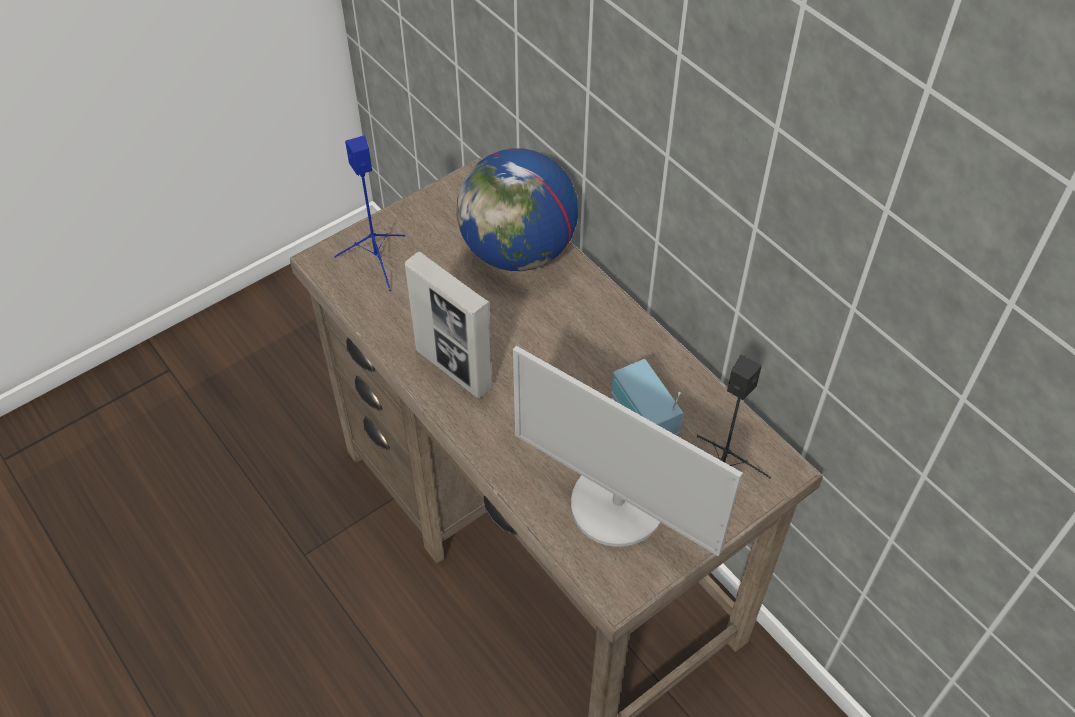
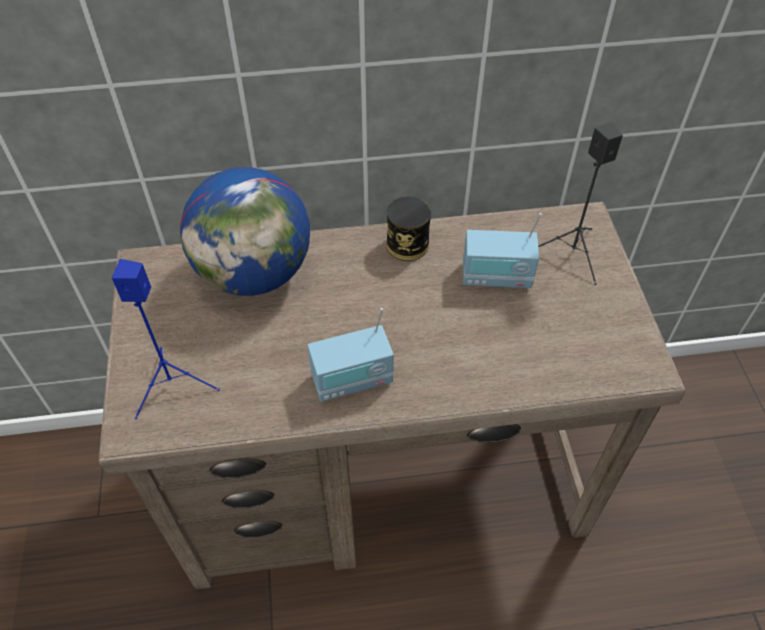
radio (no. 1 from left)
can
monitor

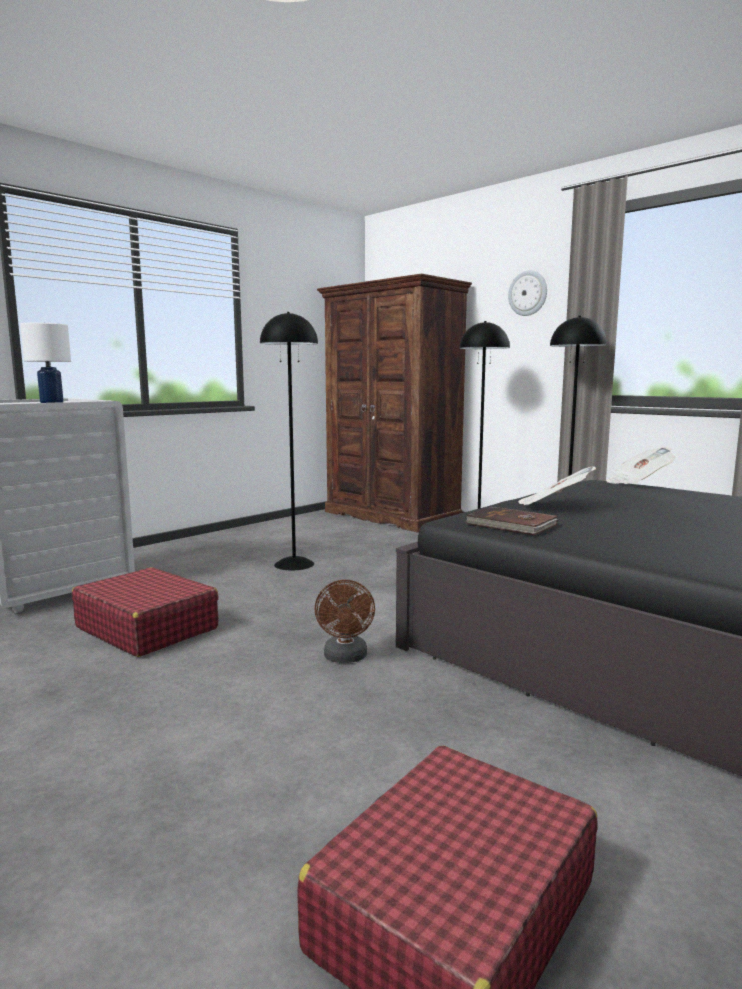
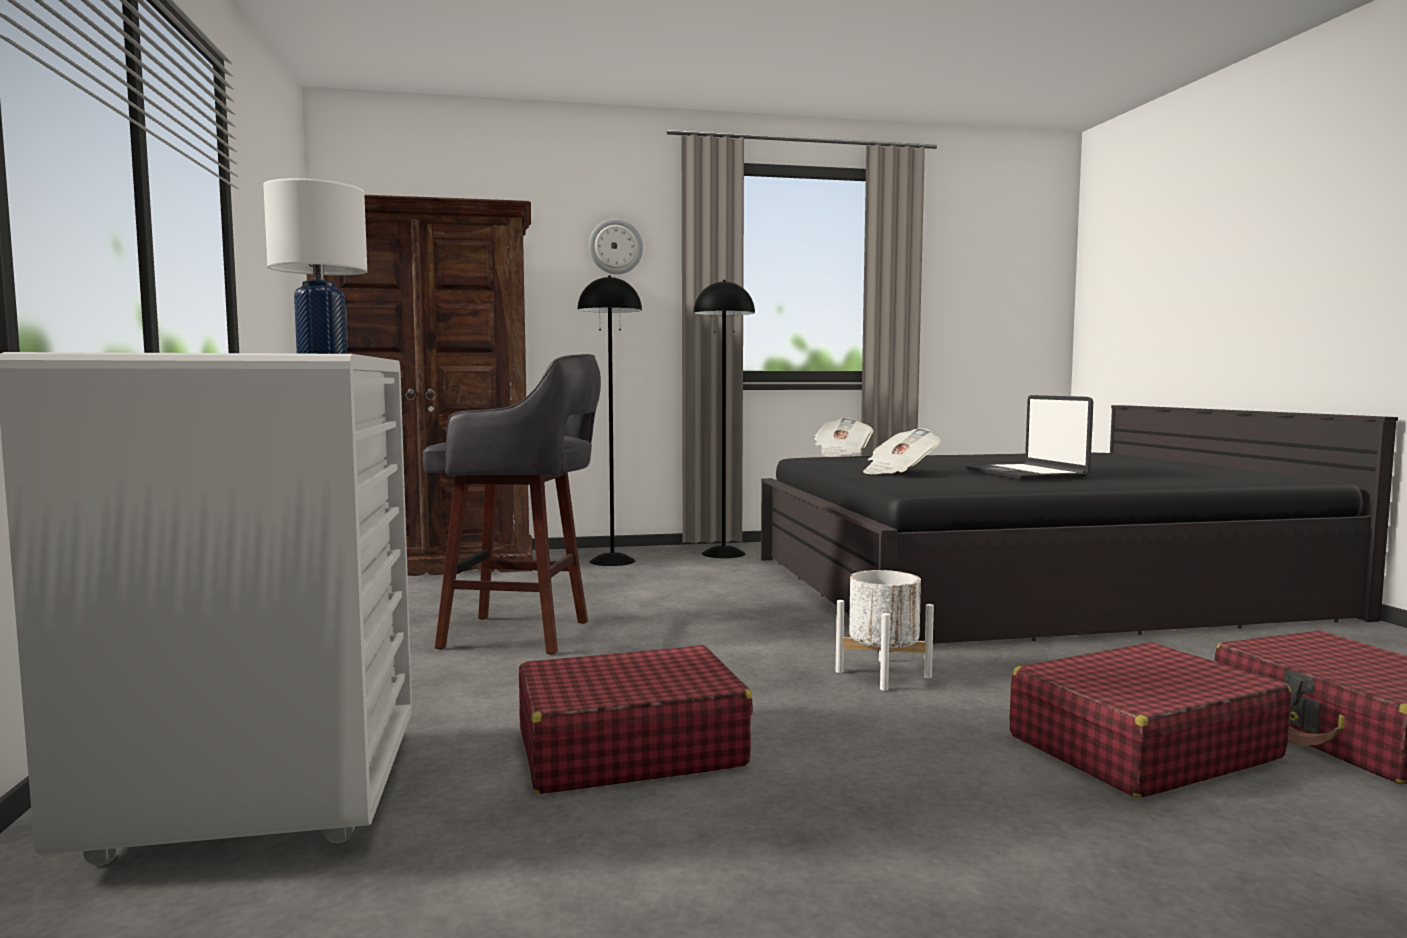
stool/grey
planter/white
laptop
suitcase/red (no. 2 from left)
book/brown

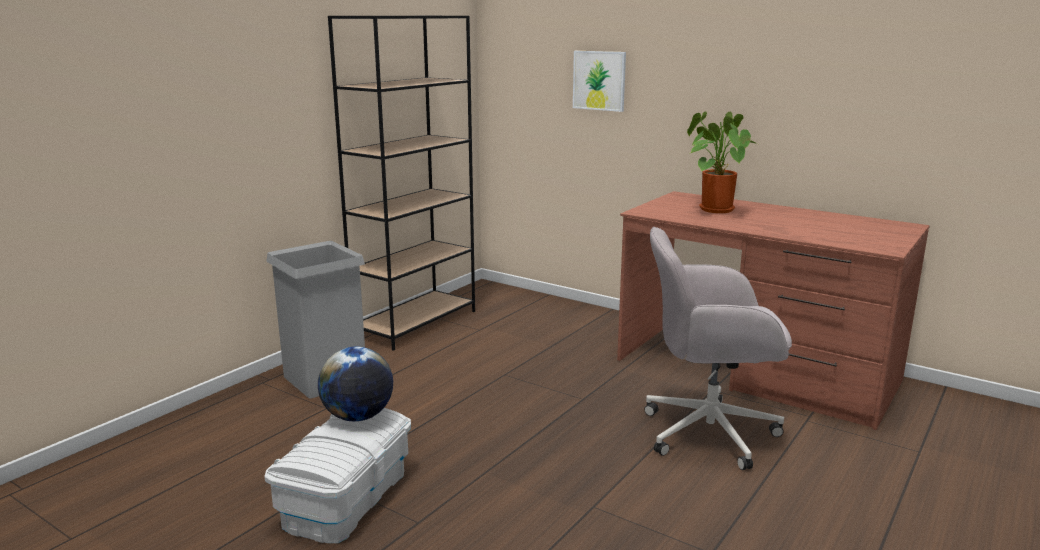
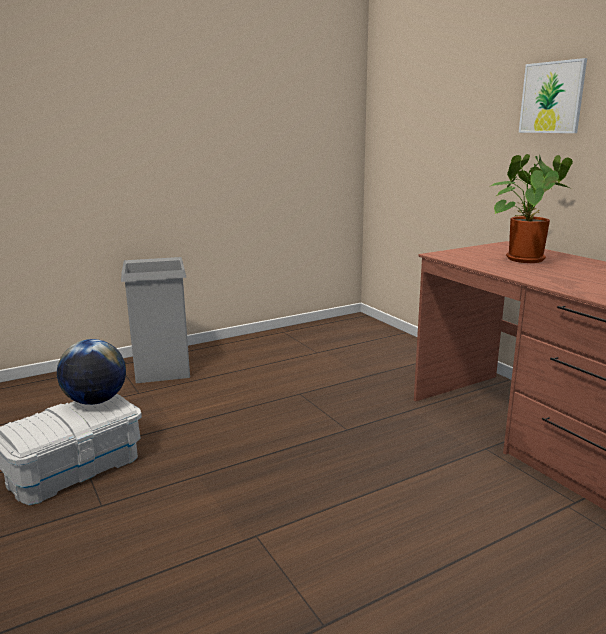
picture
bookcase/beige
office chair/grey

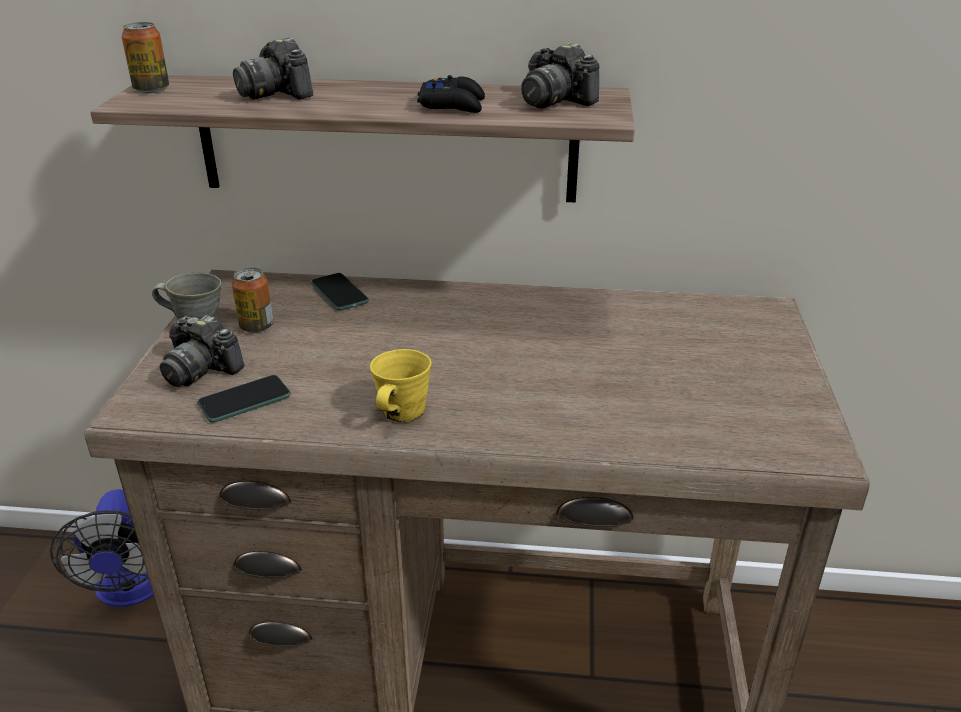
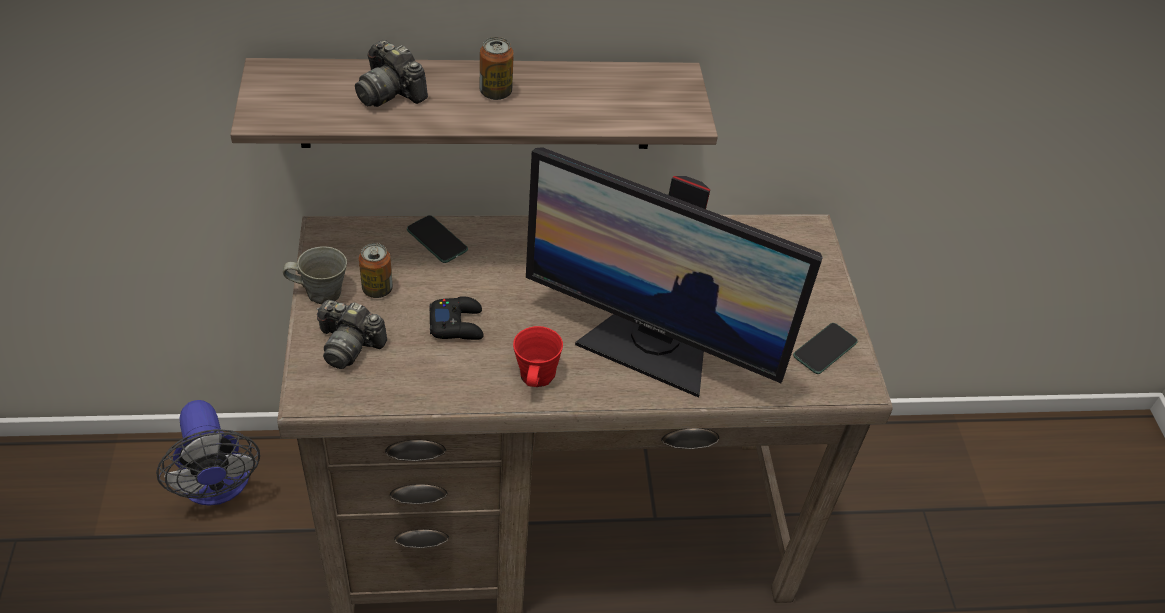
game controller/black
can (no. 2 from left)
mug/red
monitor
phone (no. 2 from left)
photo camera (no. 3 from left in the first image)

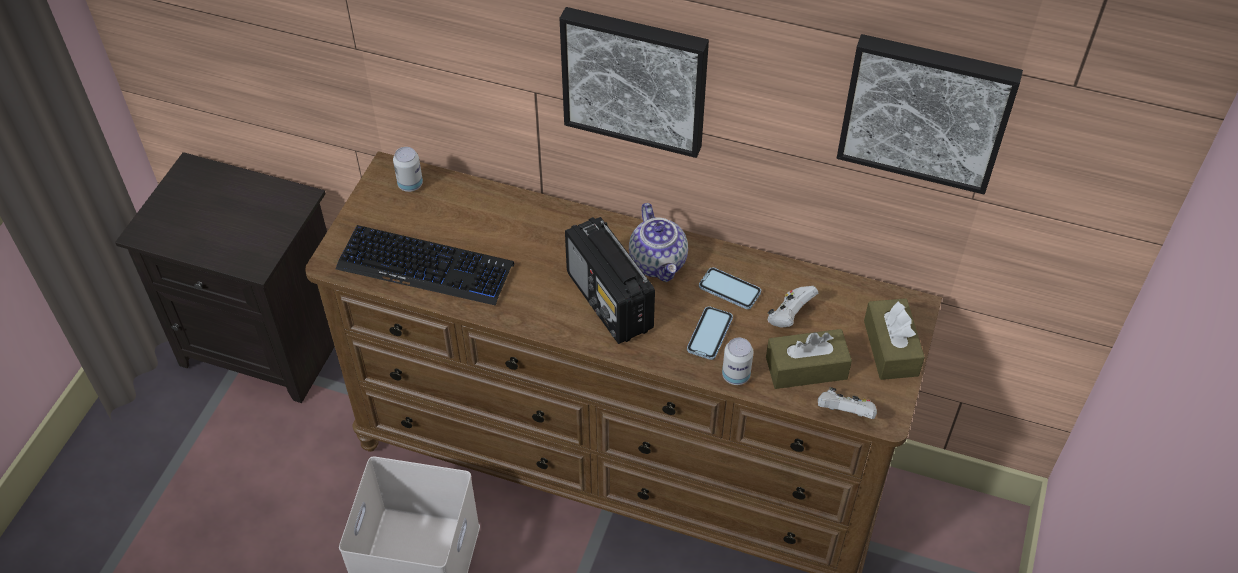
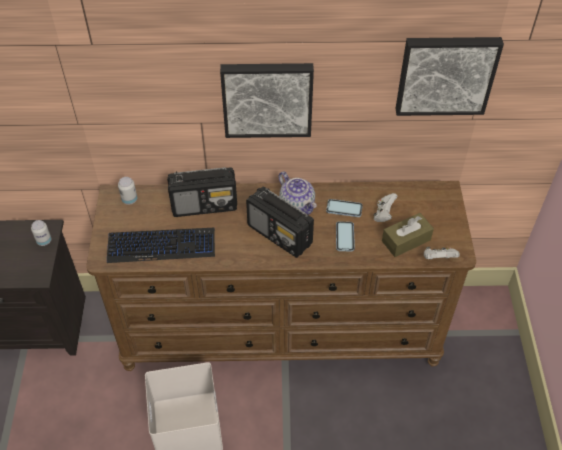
can (no. 1 from left)
radio (no. 1 from left)
tissue box/brown (no. 2 from left in the first image)

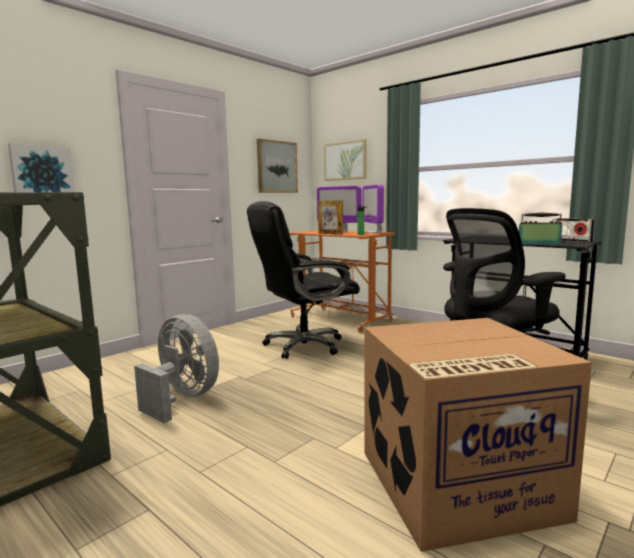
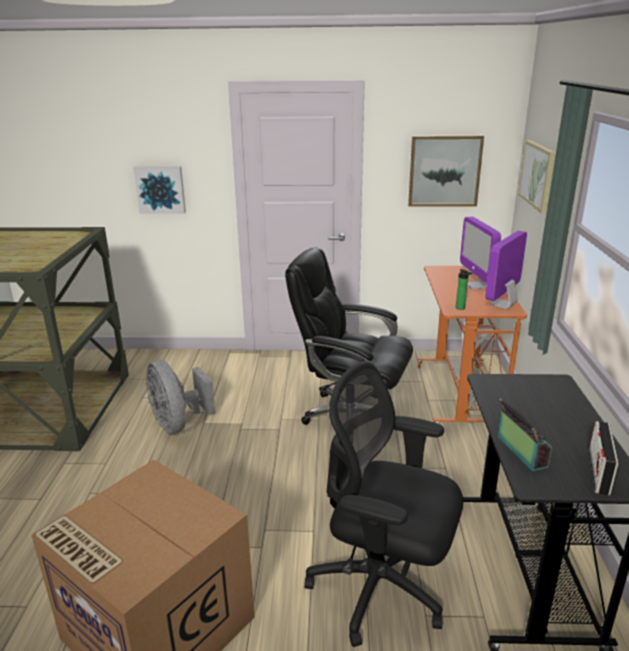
fan/grey
picture frame

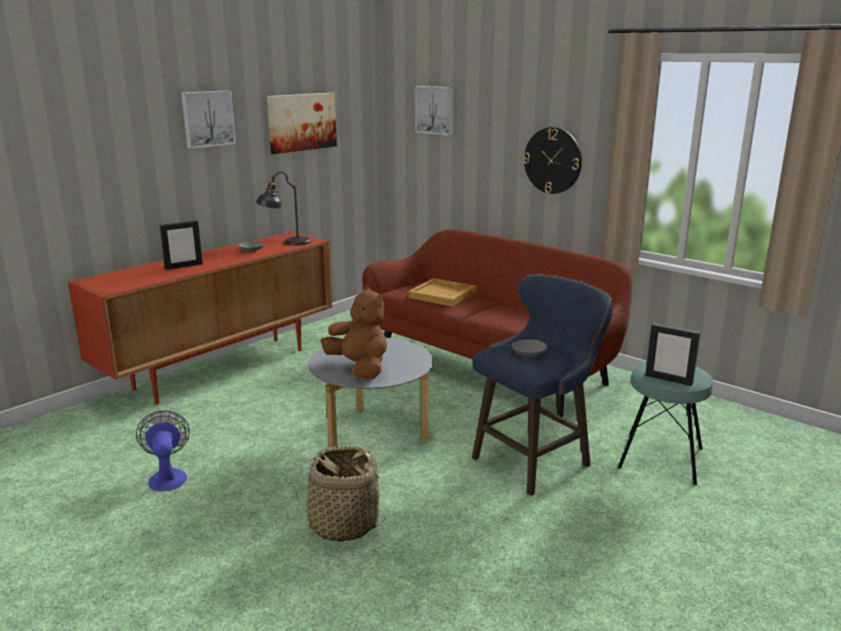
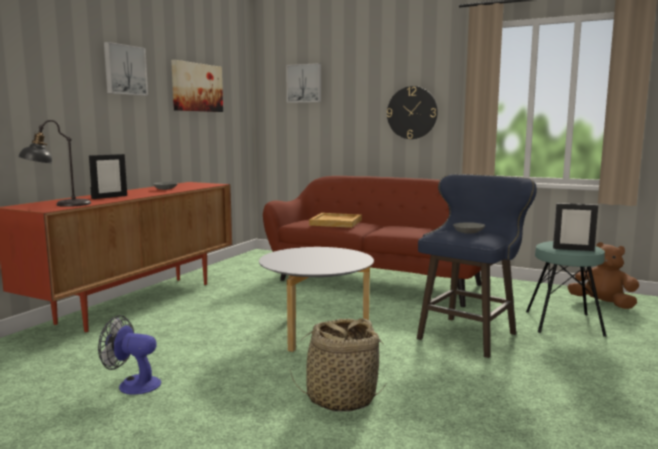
table lamp/grey
fan
plush toy/brown

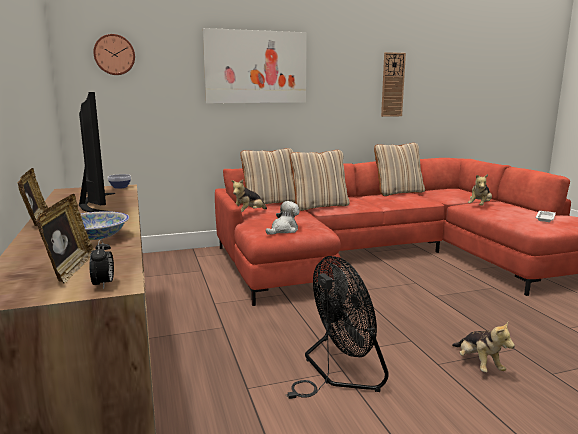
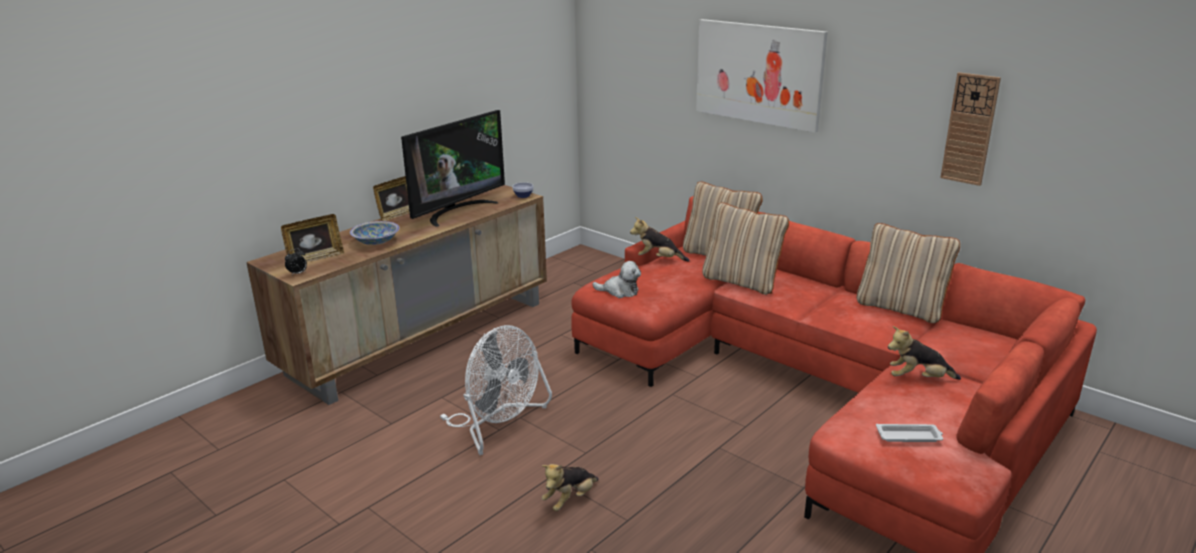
fan/white
wall clock (no. 1 from left in the first image)

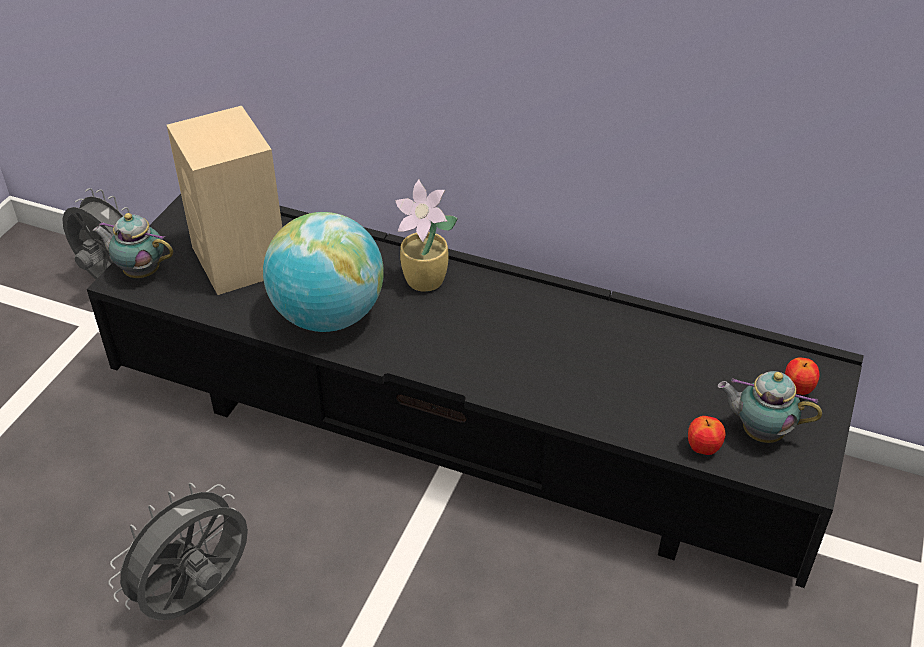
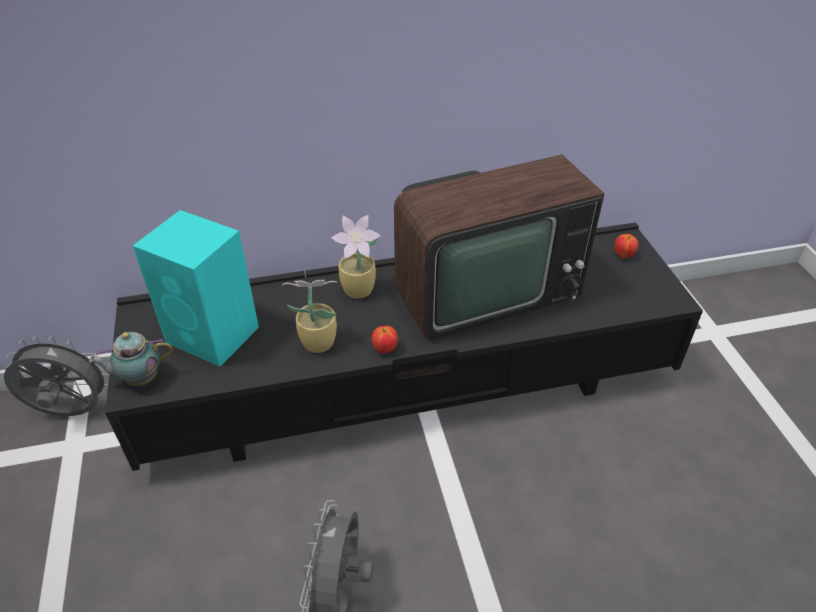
speaker/turquoise
potted plant (no. 1 from left)
apple (no. 1 from left)
television
teapot (no. 2 from left in the first image)

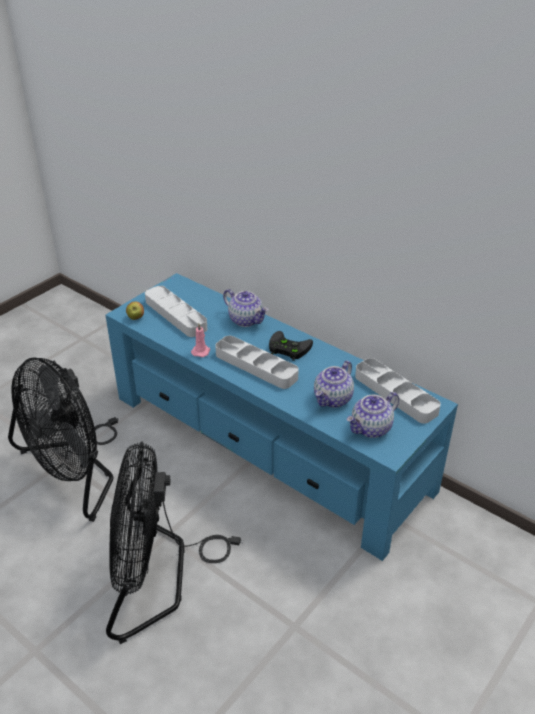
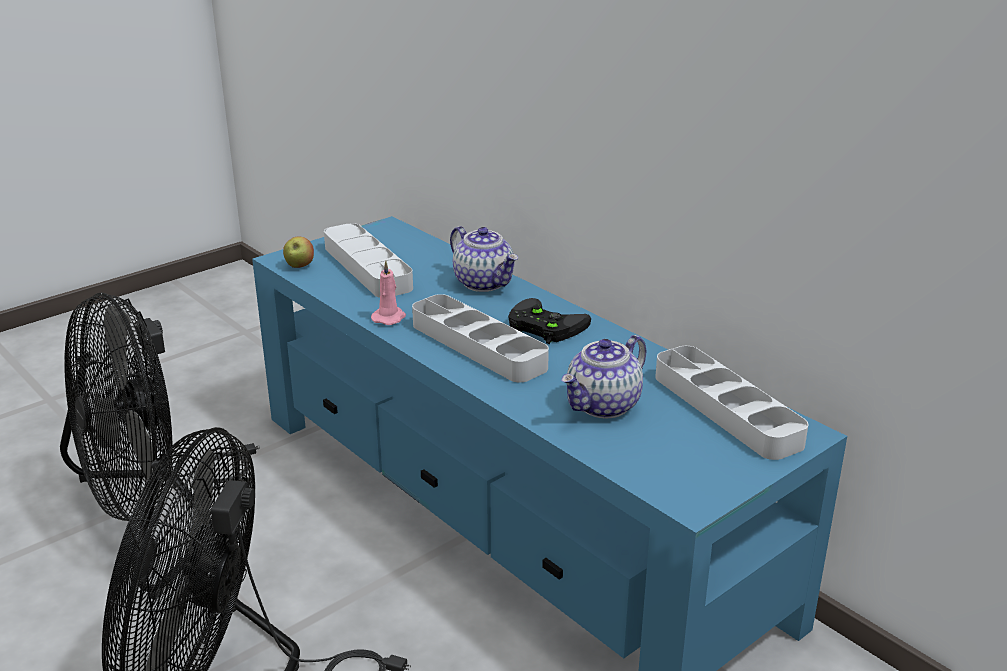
teapot (no. 3 from left in the first image)

